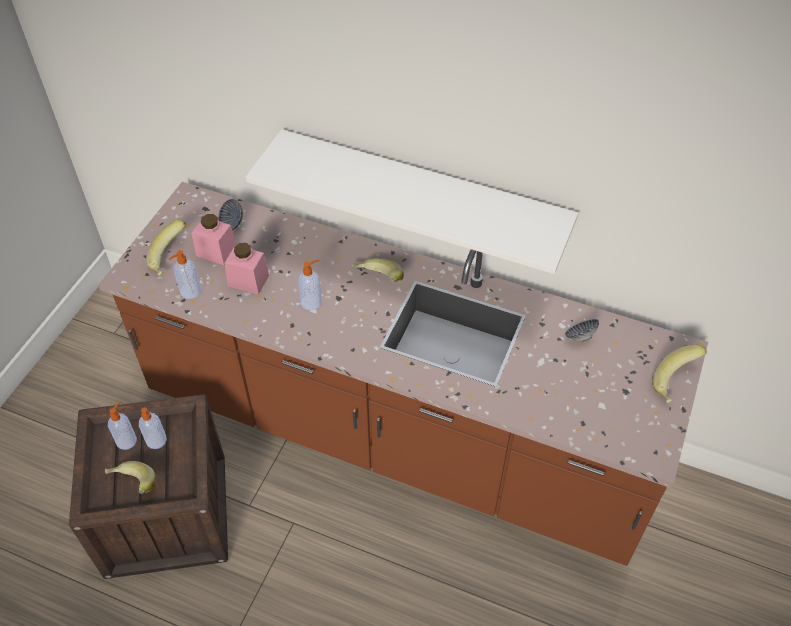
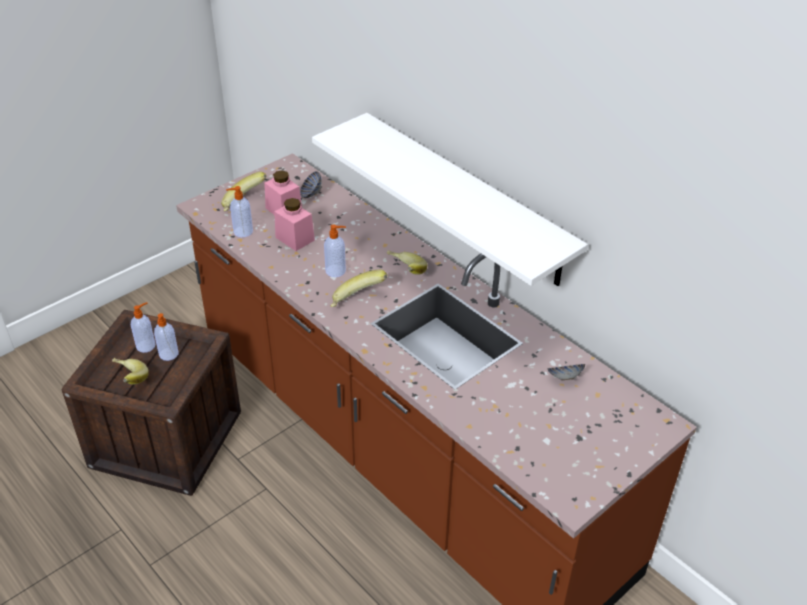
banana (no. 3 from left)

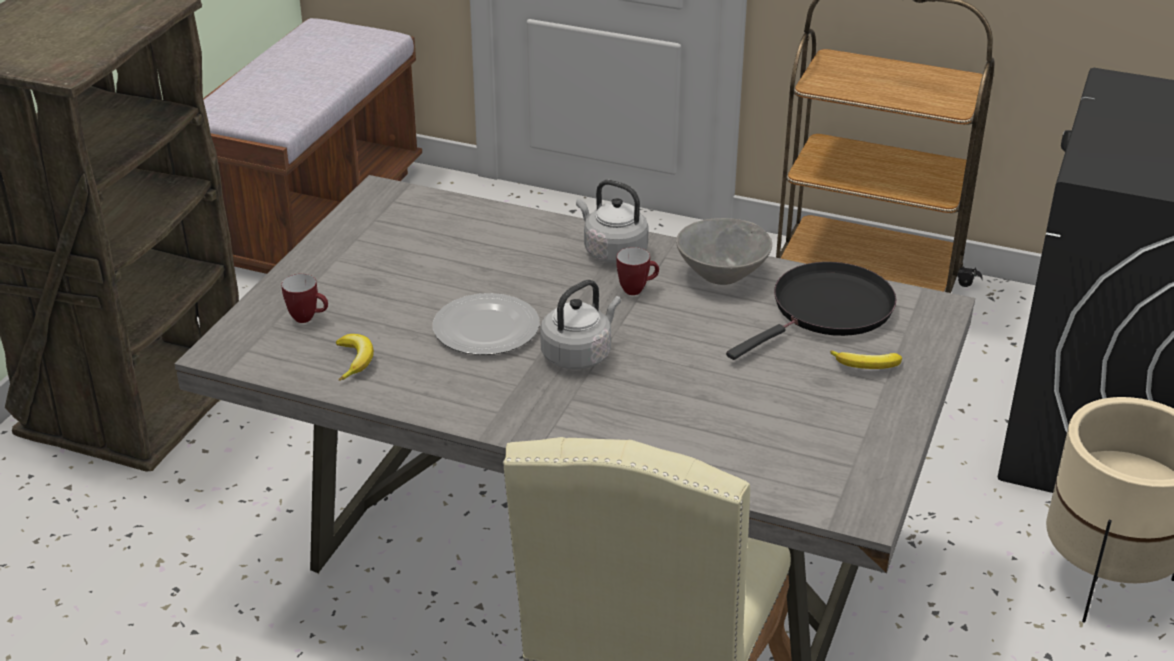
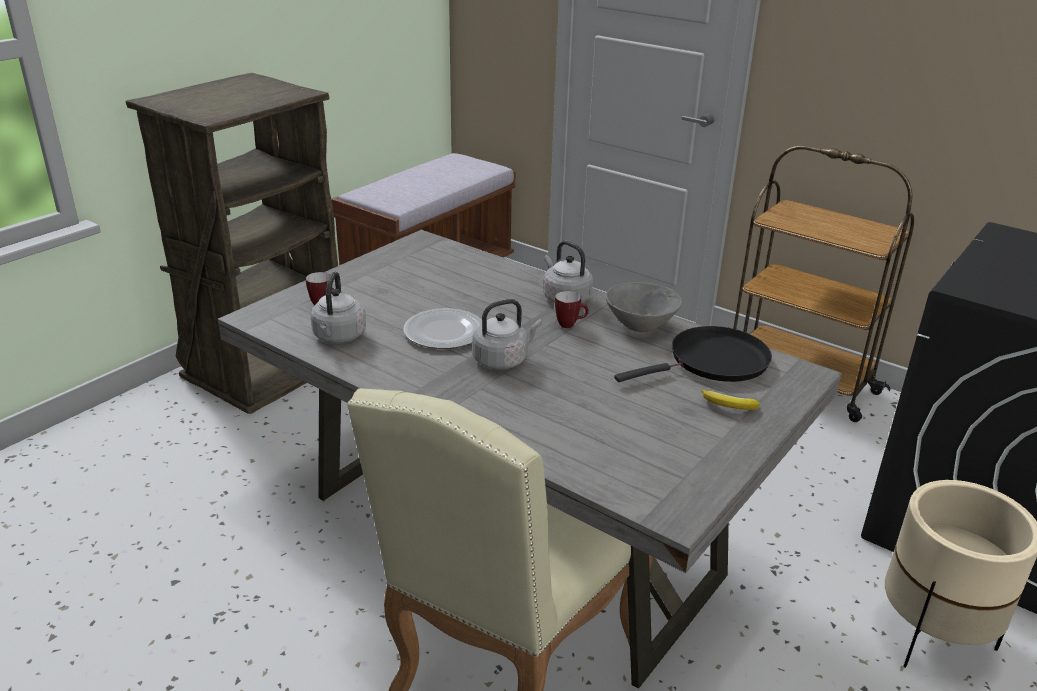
kettle/grey (no. 1 from left)

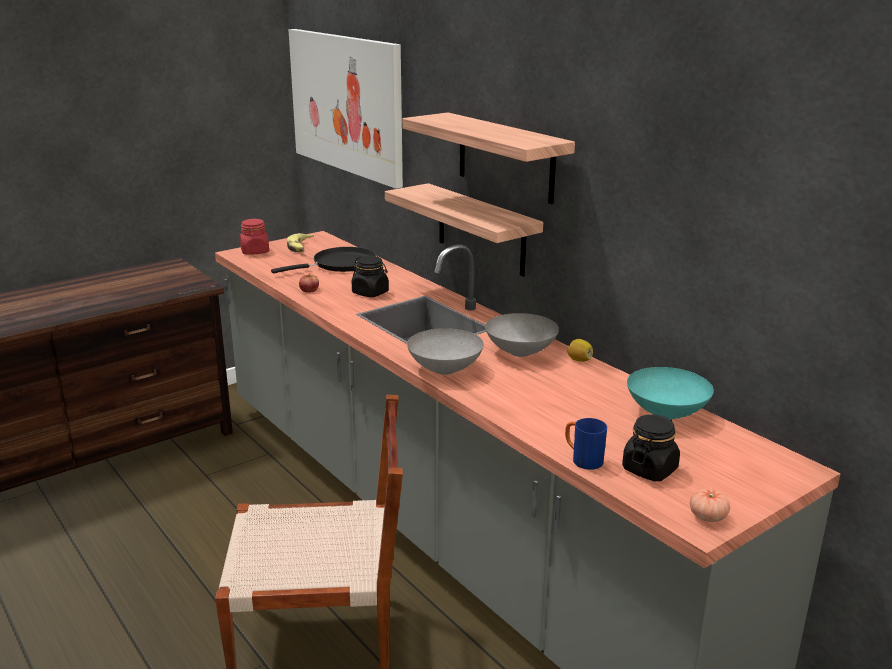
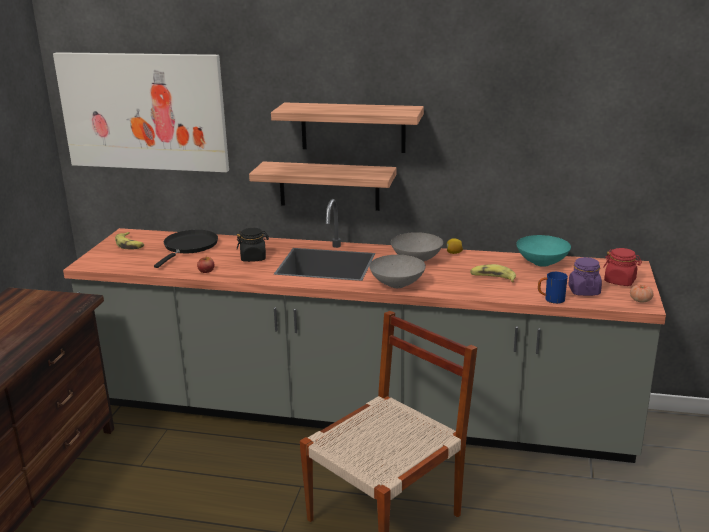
banana (no. 2 from left)
jar/purple
jar/red

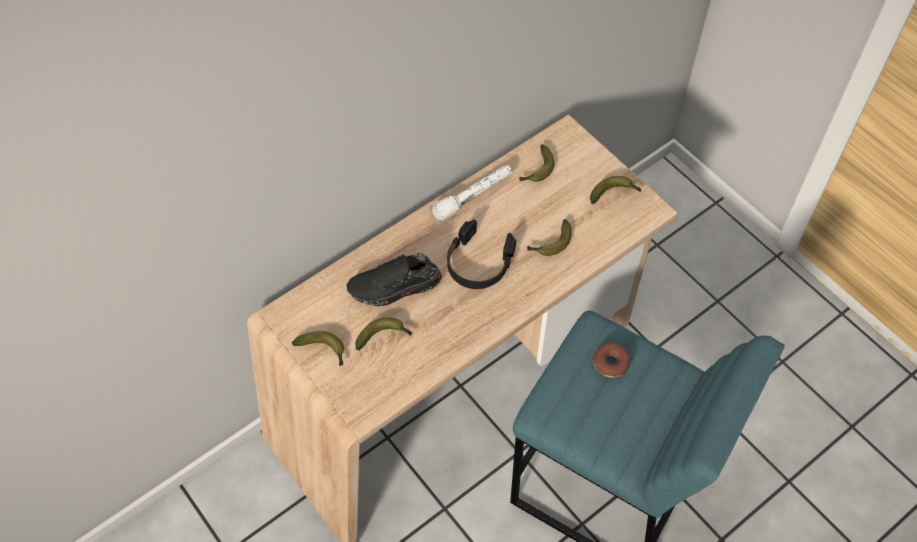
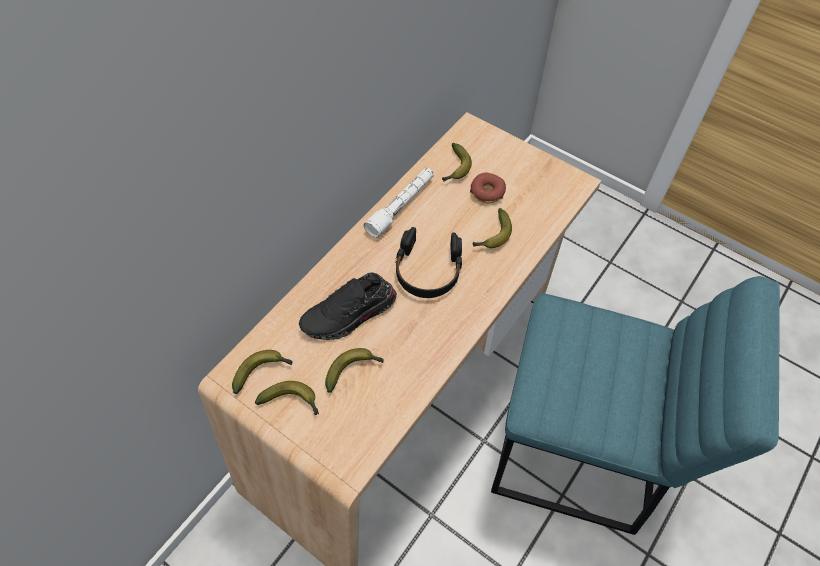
banana (no. 1 from left)
donut

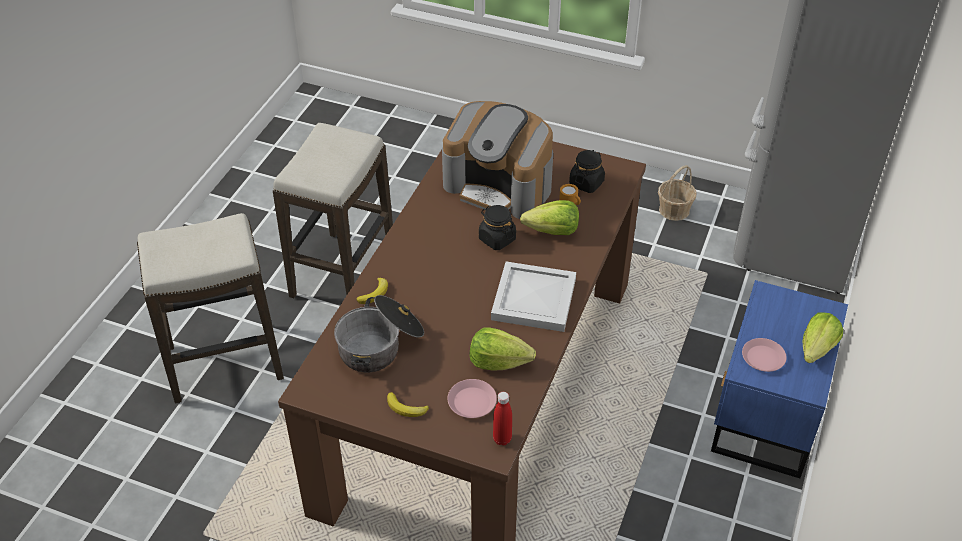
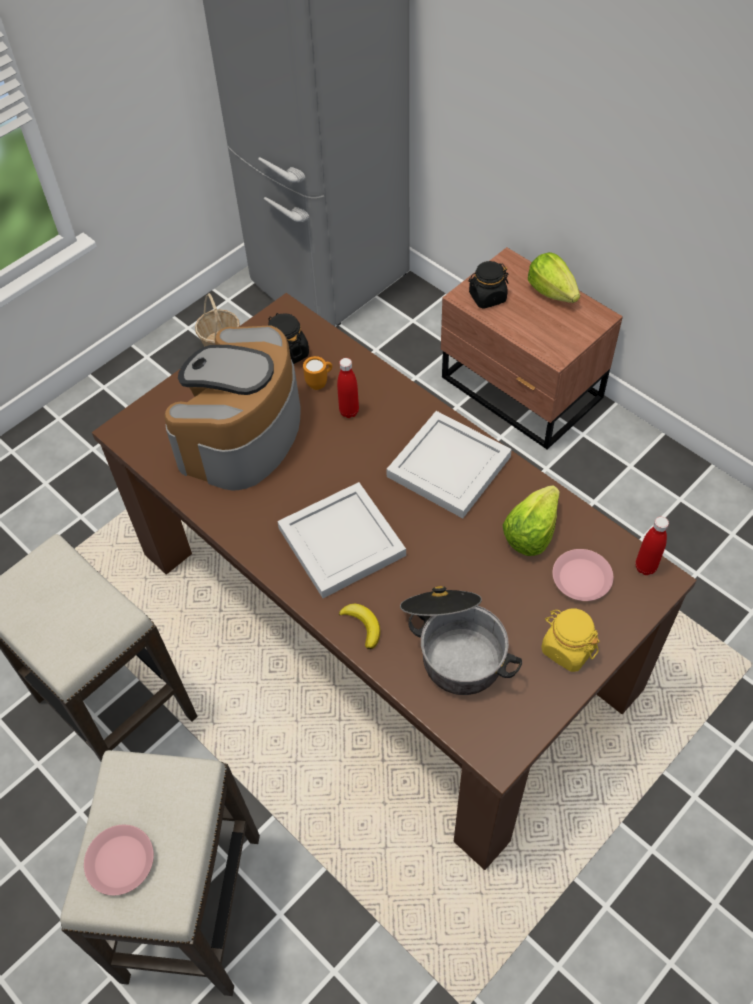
plate/pink (no. 1 from left)
coffee machine
tray/white (no. 1 from left)
bottle/red (no. 1 from left)
nightstand/brown
jar/black (no. 2 from left)
jar/yellow

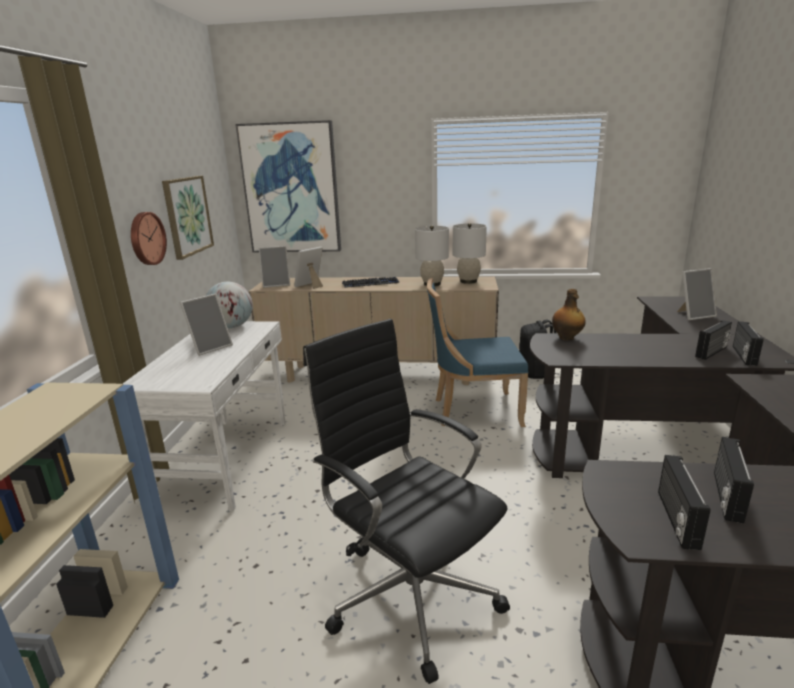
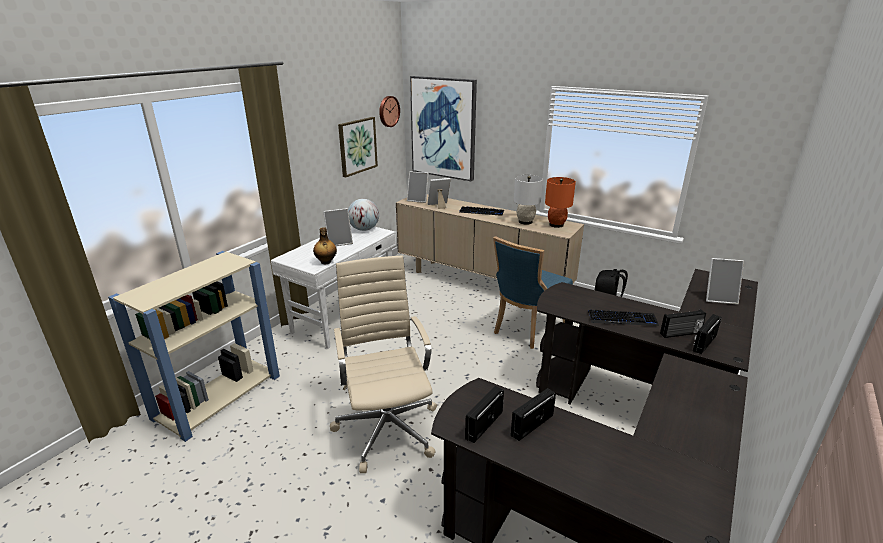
bottle
office chair/beige
wall clock
chair/blue
table lamp/orange
keyboard (no. 2 from left)

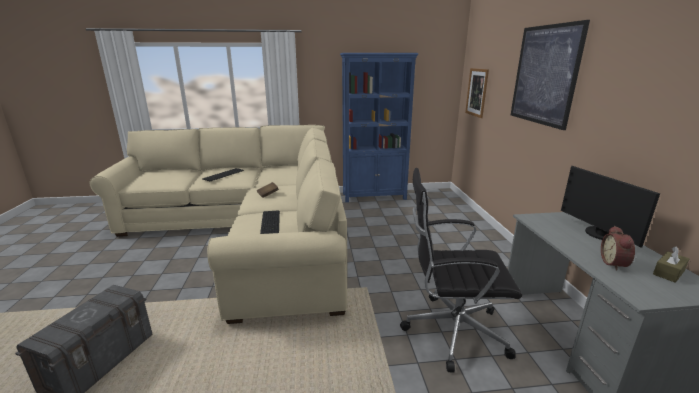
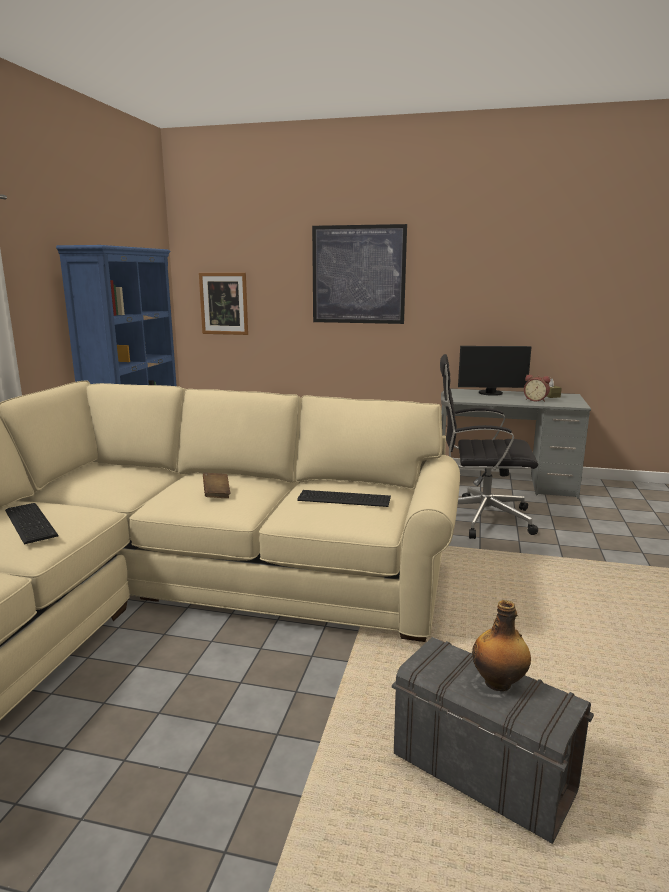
office chair/black
bottle

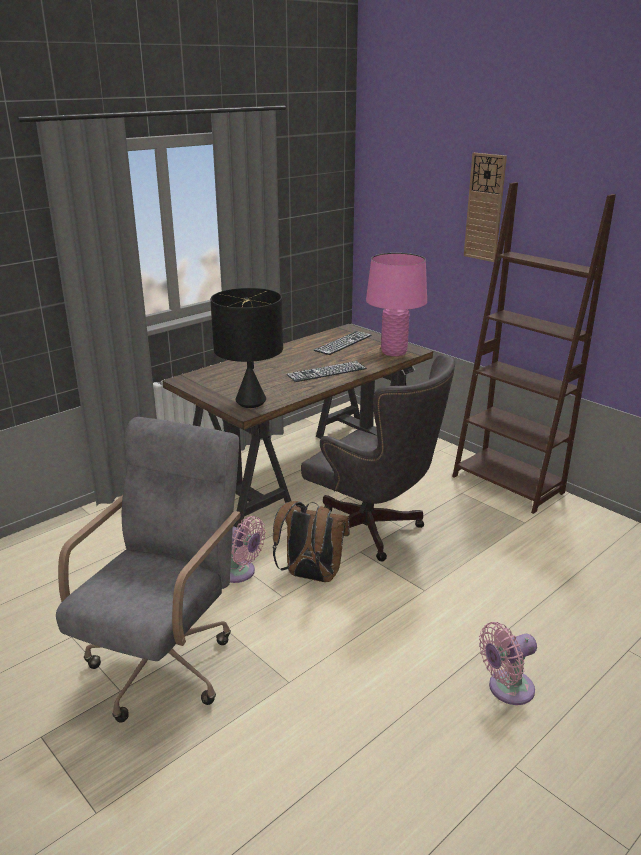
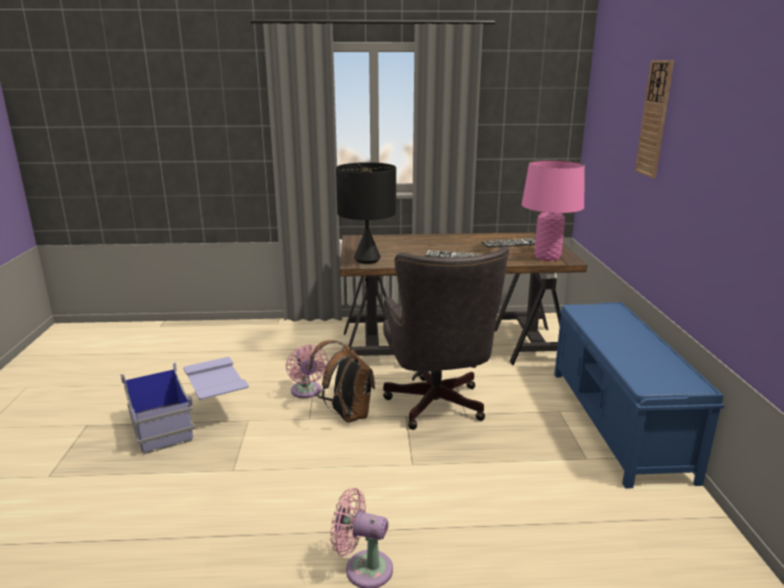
storage box/blue
bench/blue

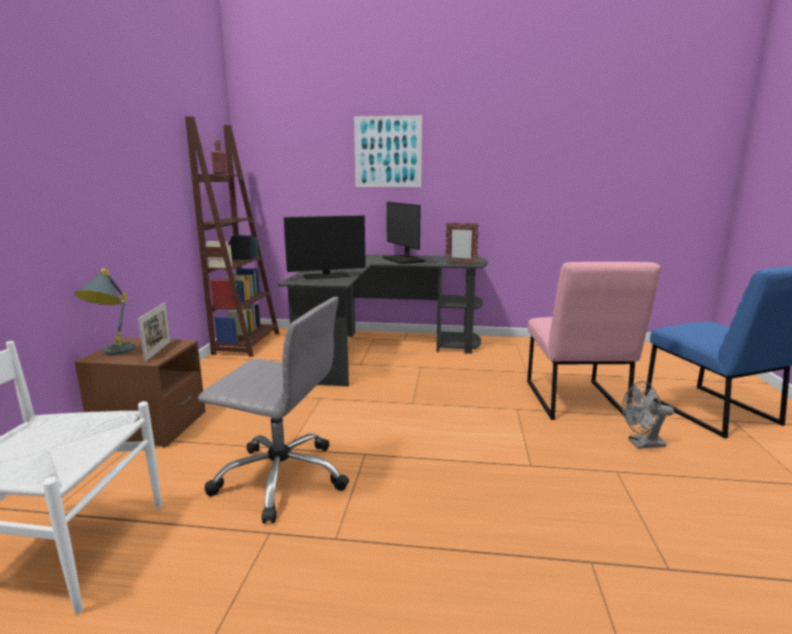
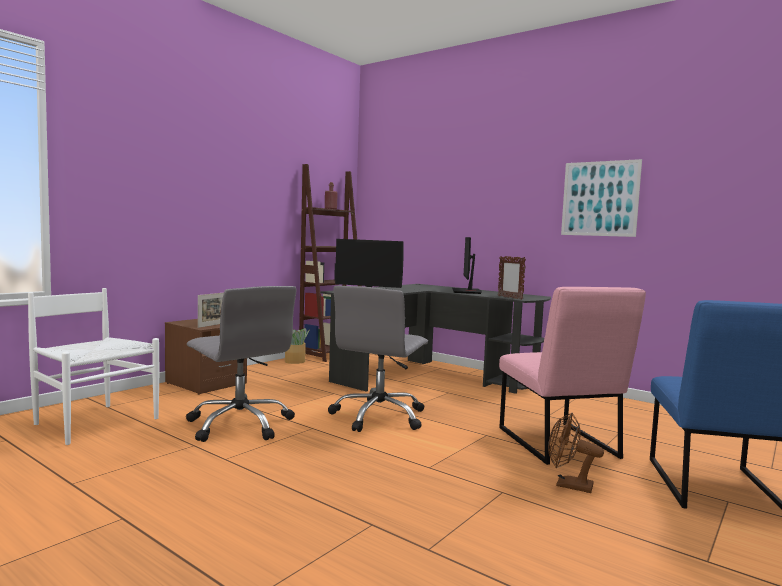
potted plant
office chair/grey (no. 2 from left)
chair/pink
fan/brown
picture
table lamp/grey

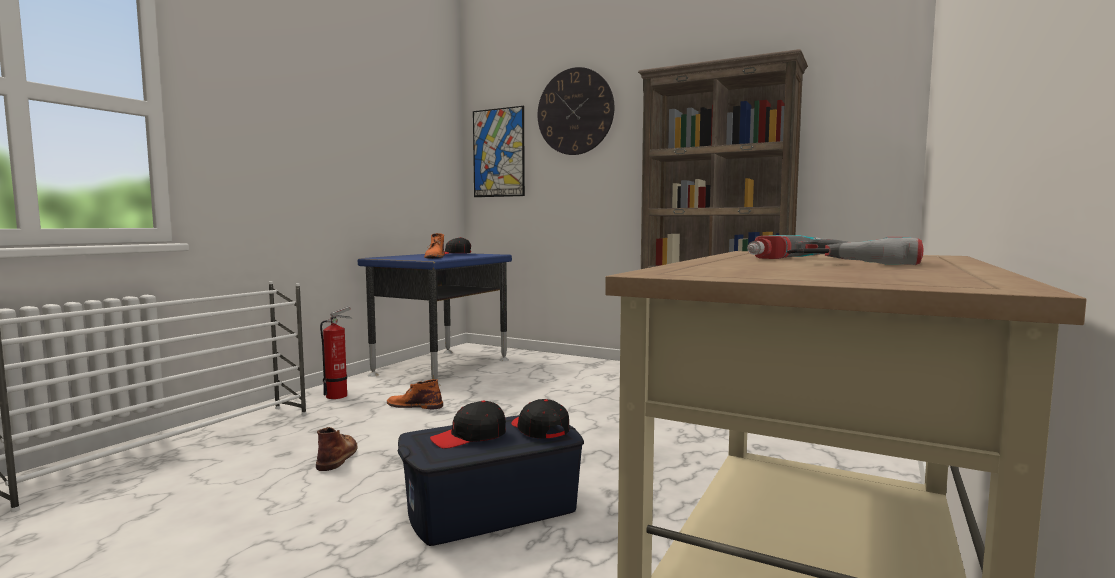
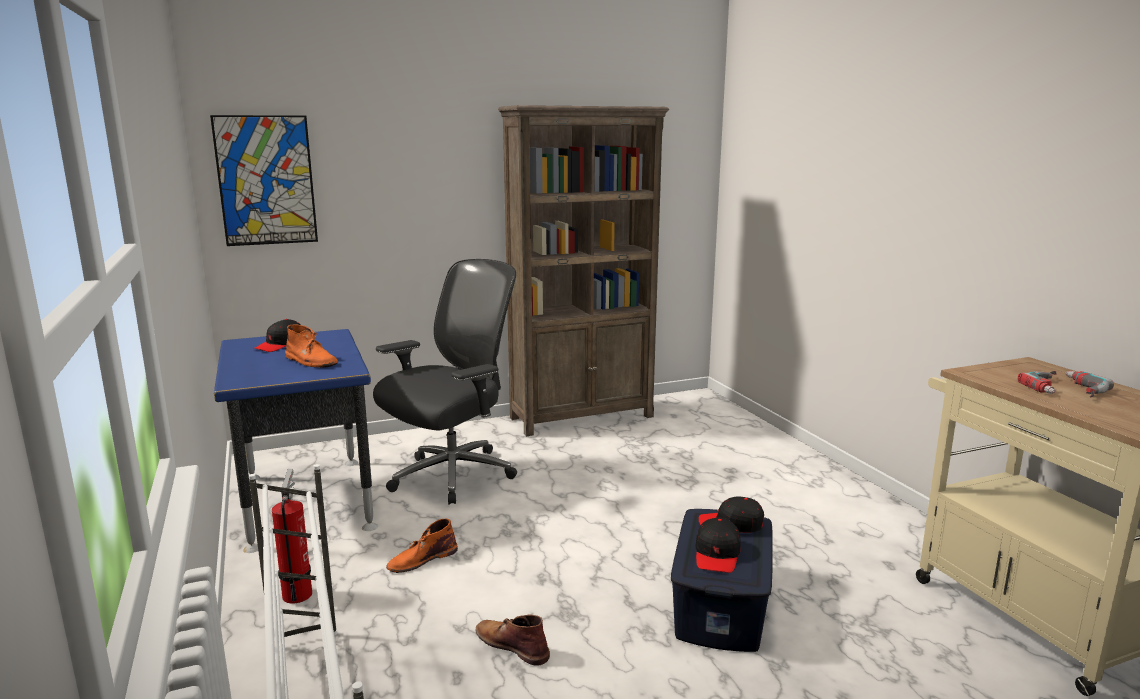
office chair
wall clock

